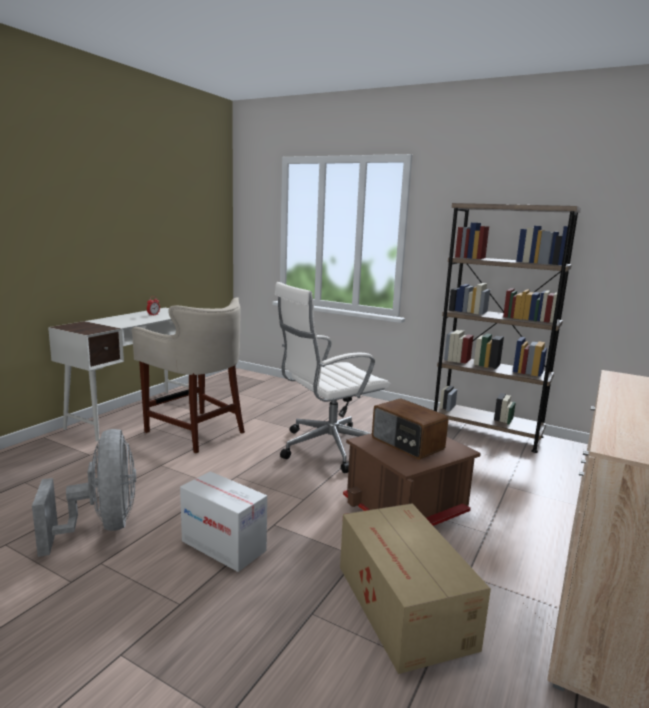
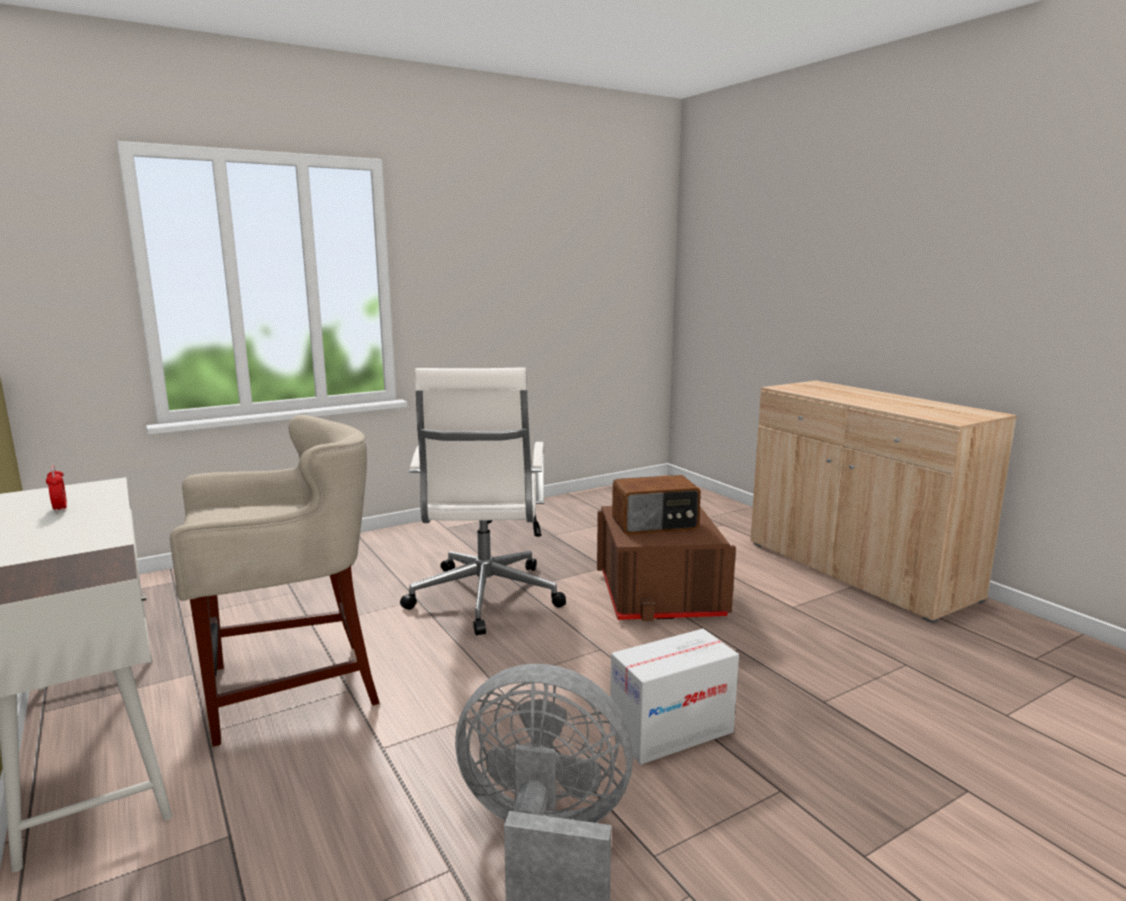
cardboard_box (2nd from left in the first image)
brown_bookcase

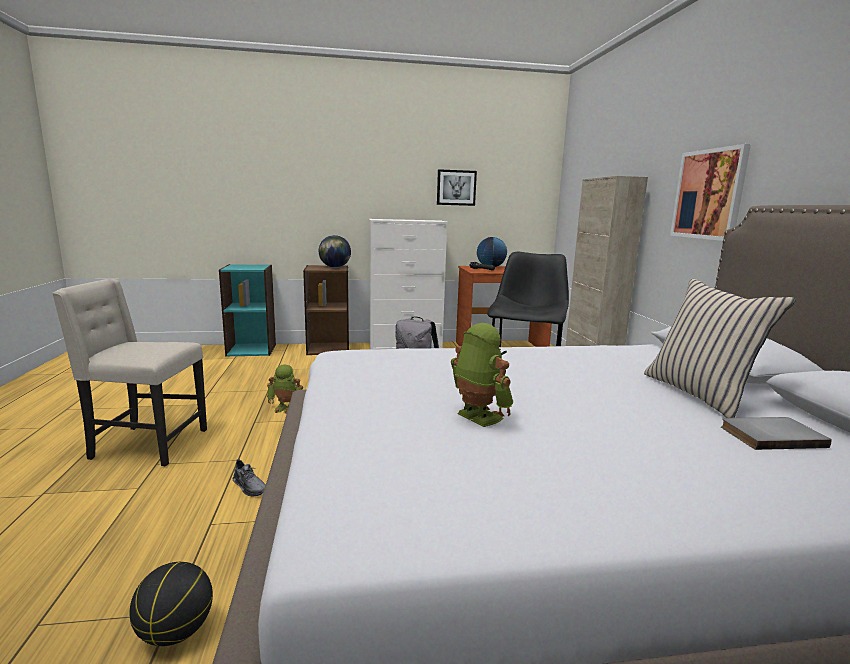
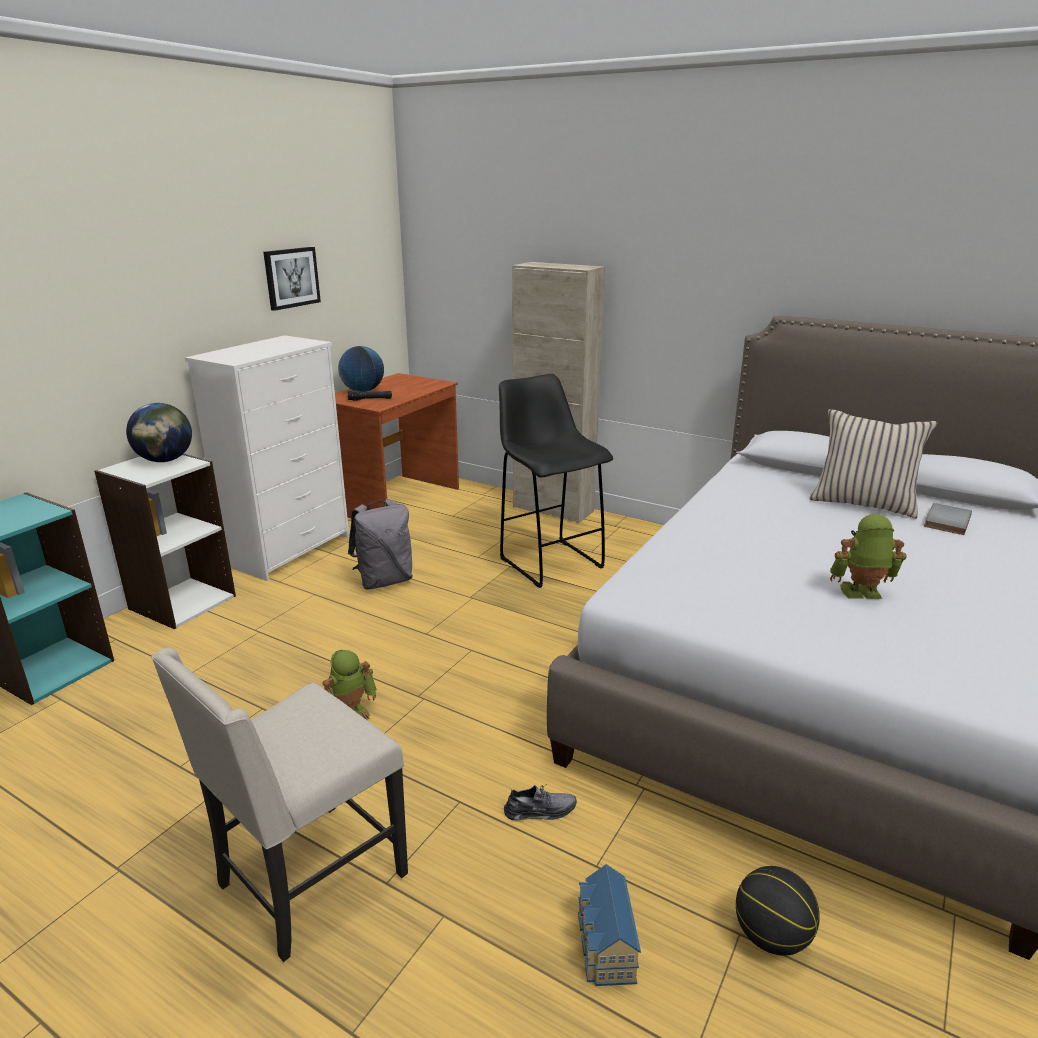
picture (2nd from left in the first image)
toy_house
white_bookcase

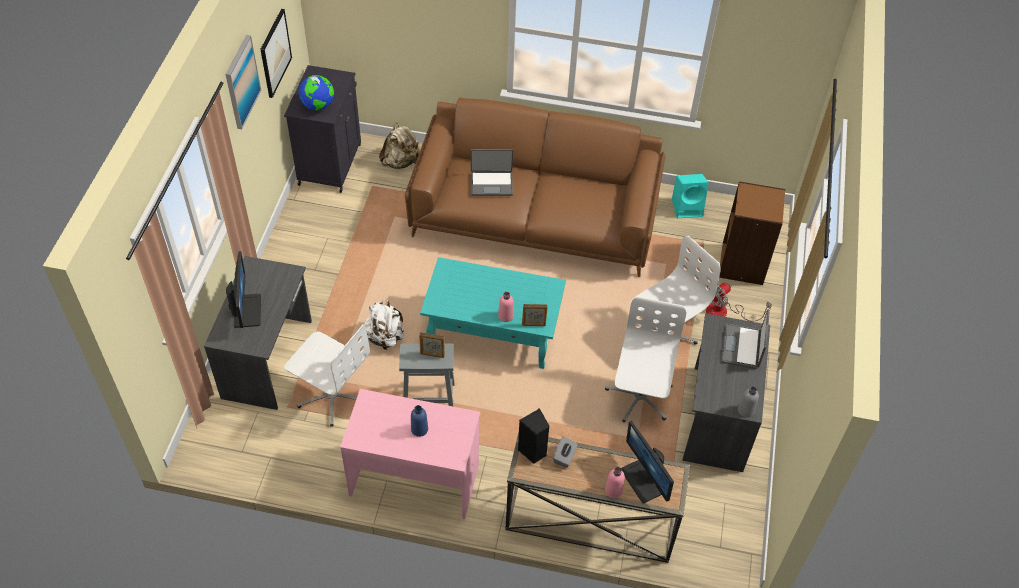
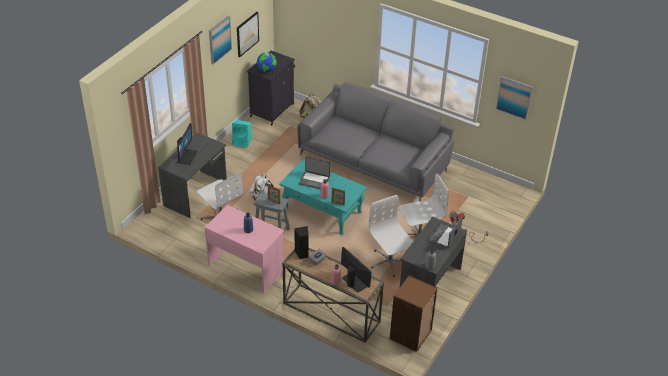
picture (3rd from left)
laptop (1st from left)
turquoise_speaker
brown_bookcase
grey_sofa
white_office_chair (2nd from left)
monitor (2nd from left)

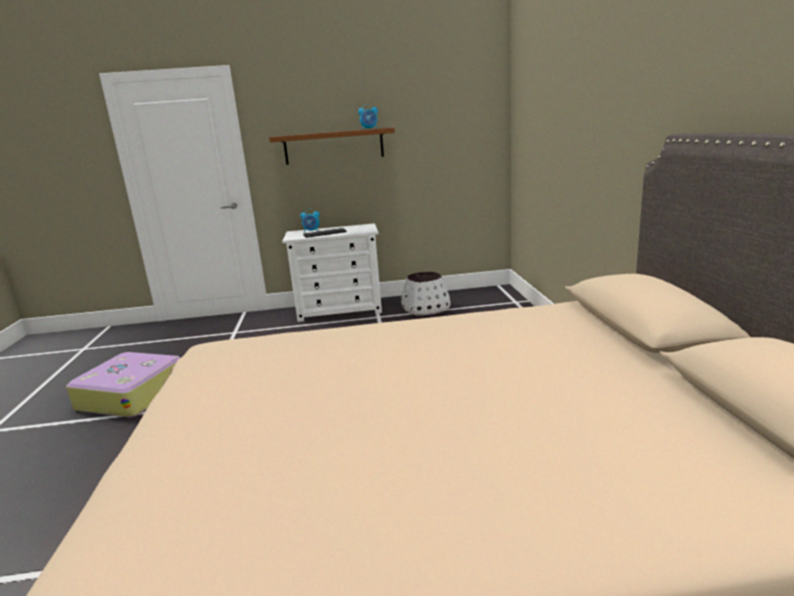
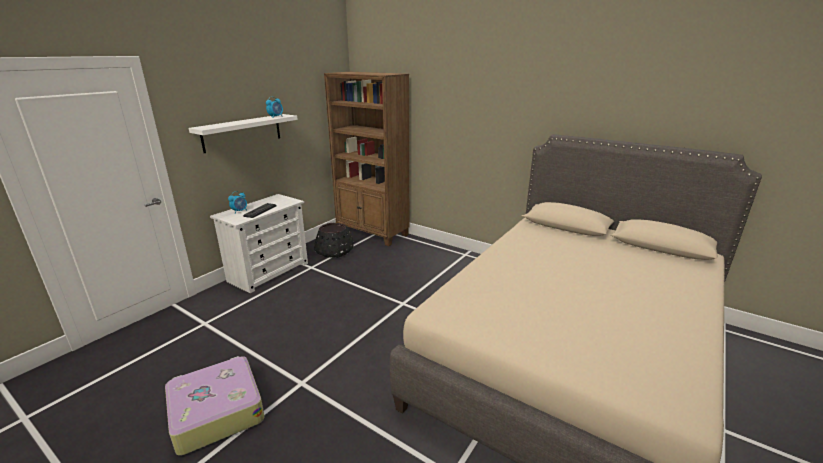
brown_bookcase
white_shelf
black_planter

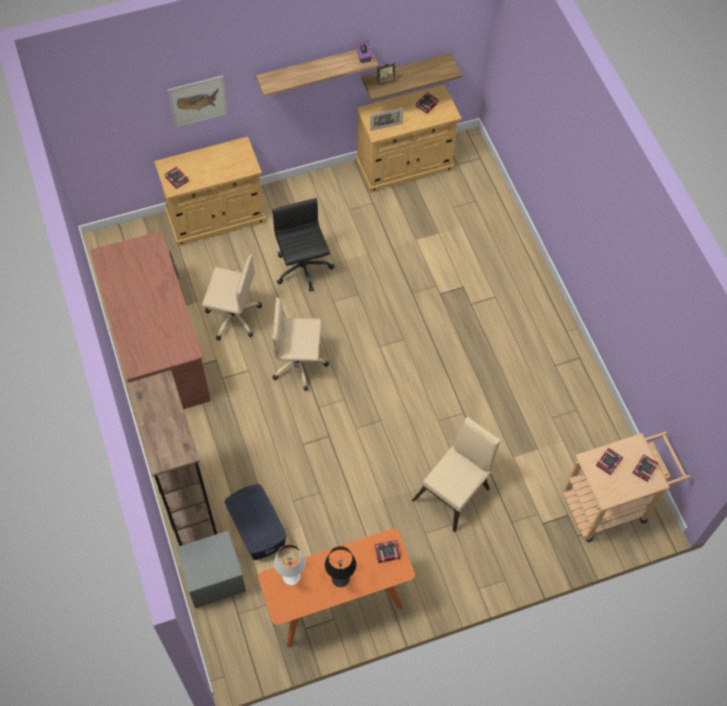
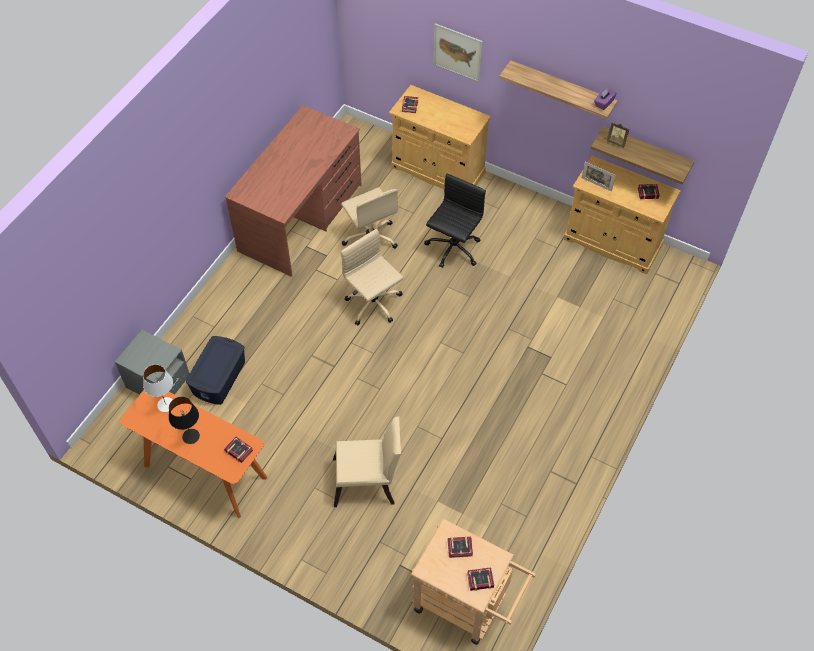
brown_bookcase

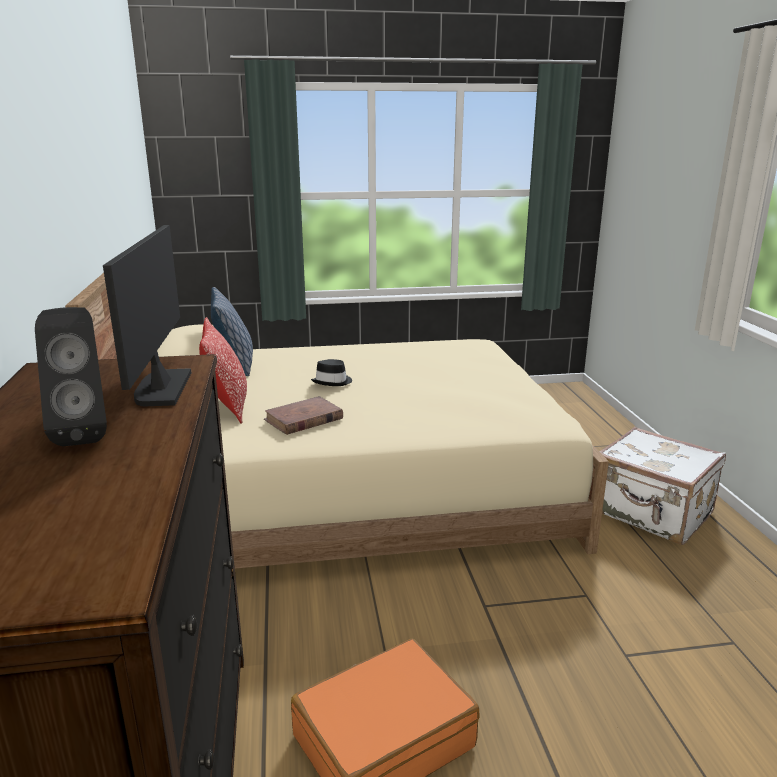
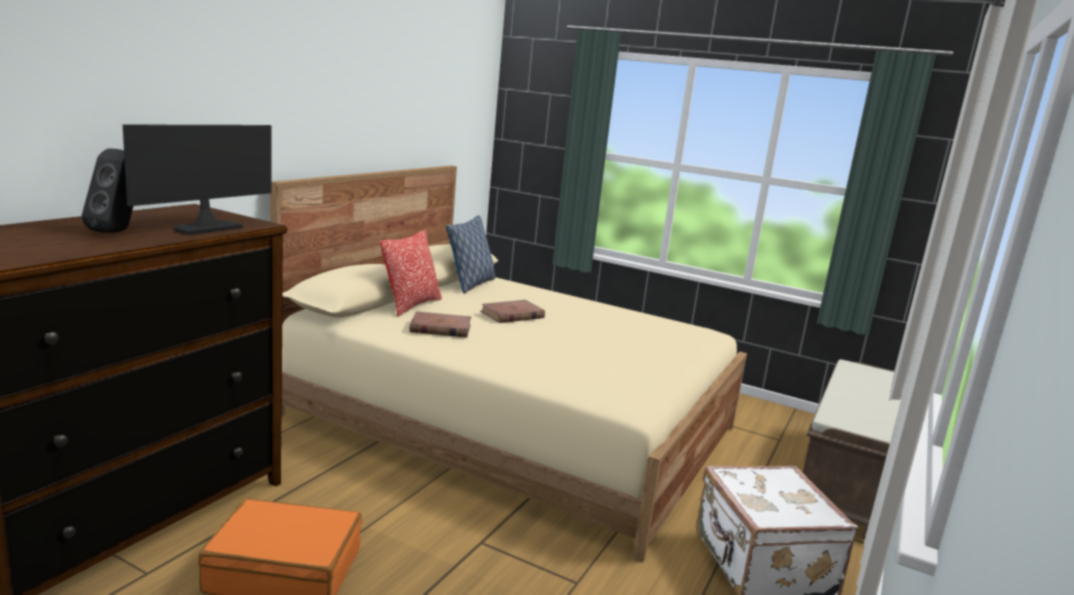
brown_bench
brown_book (2nd from left)

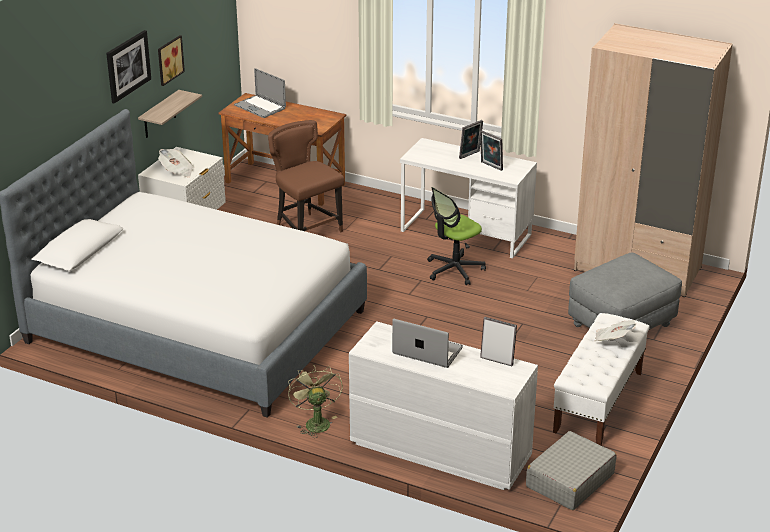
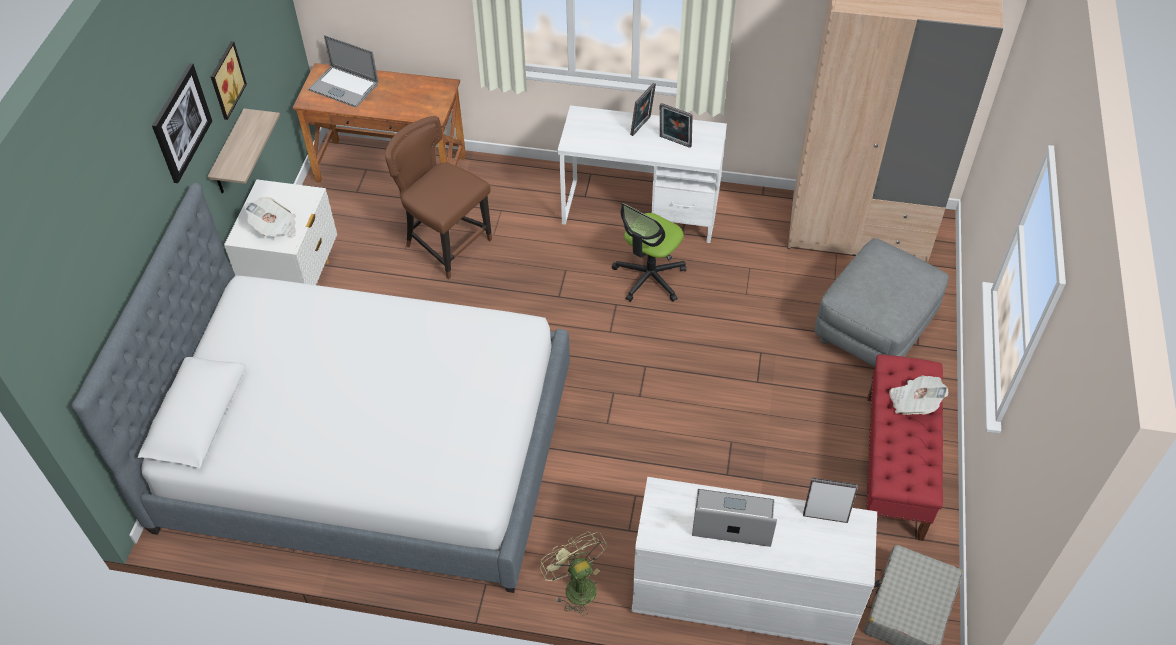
red_bench

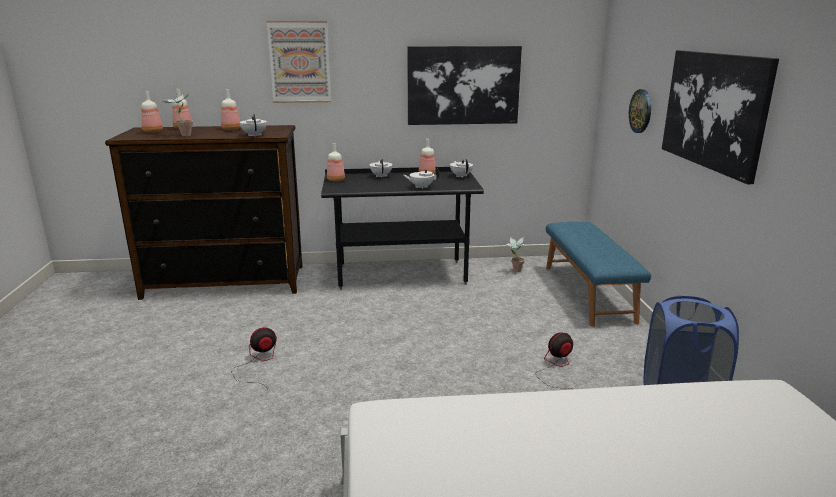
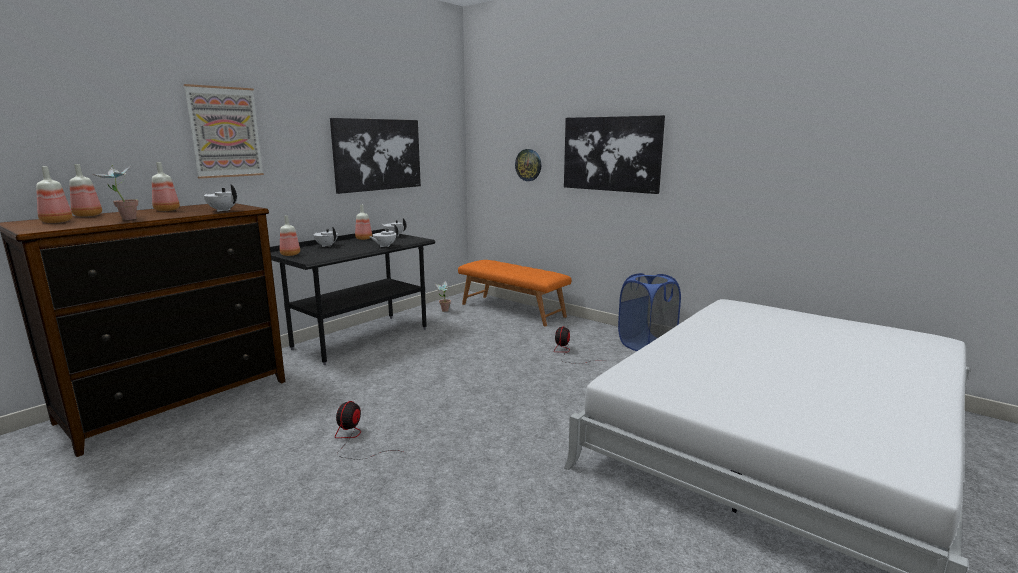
orange_bench

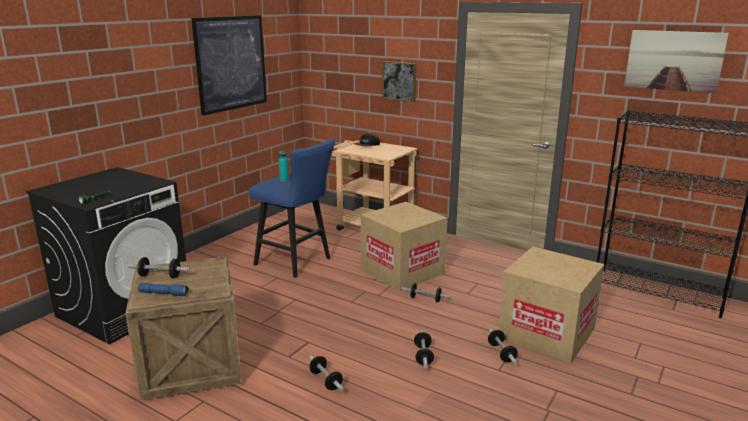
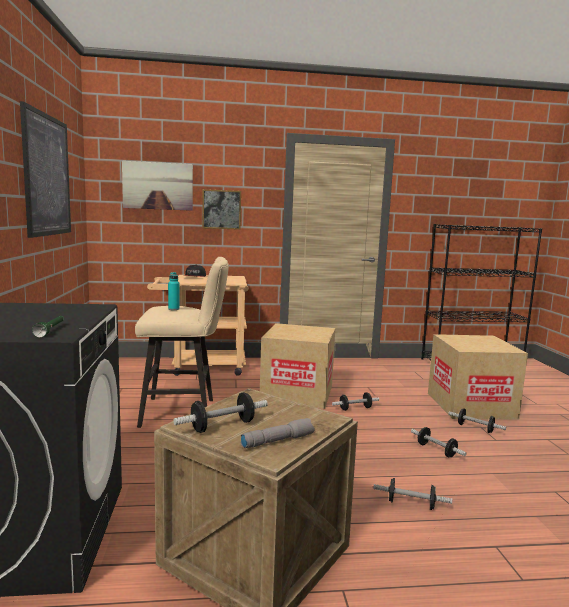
picture (2nd from left)
grey_flashlight
beige_stool

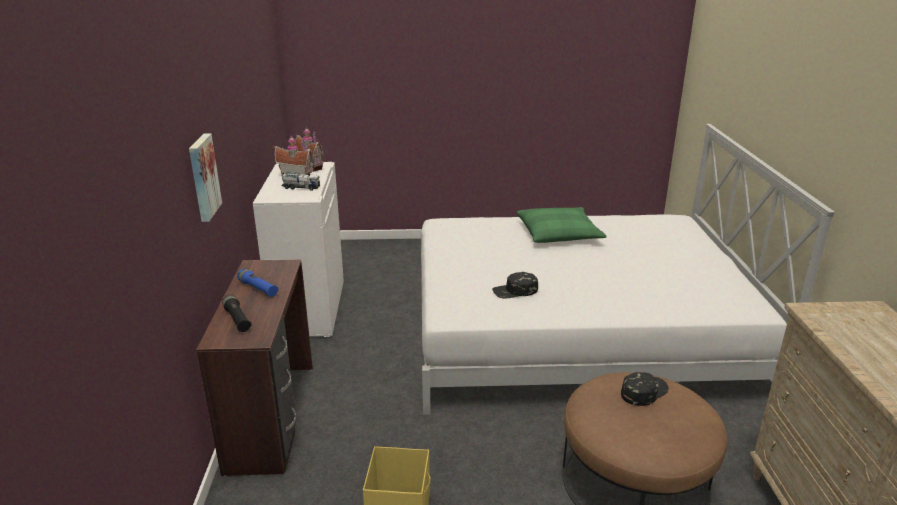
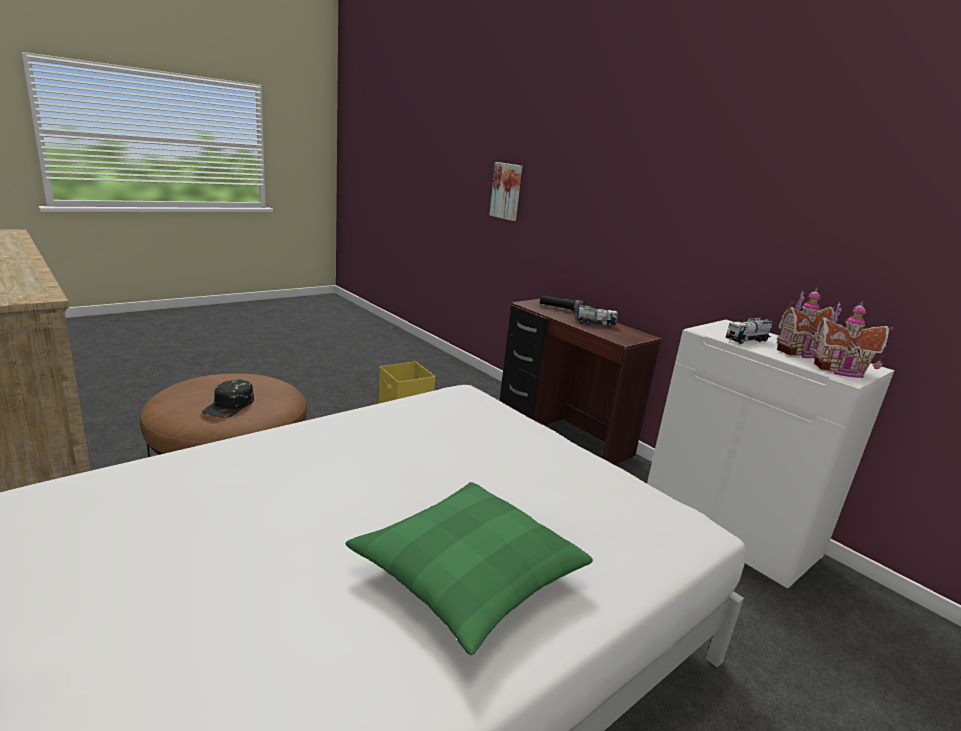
black_cap (1st from left in the first image)
picture
toy_truck (1st from left)

